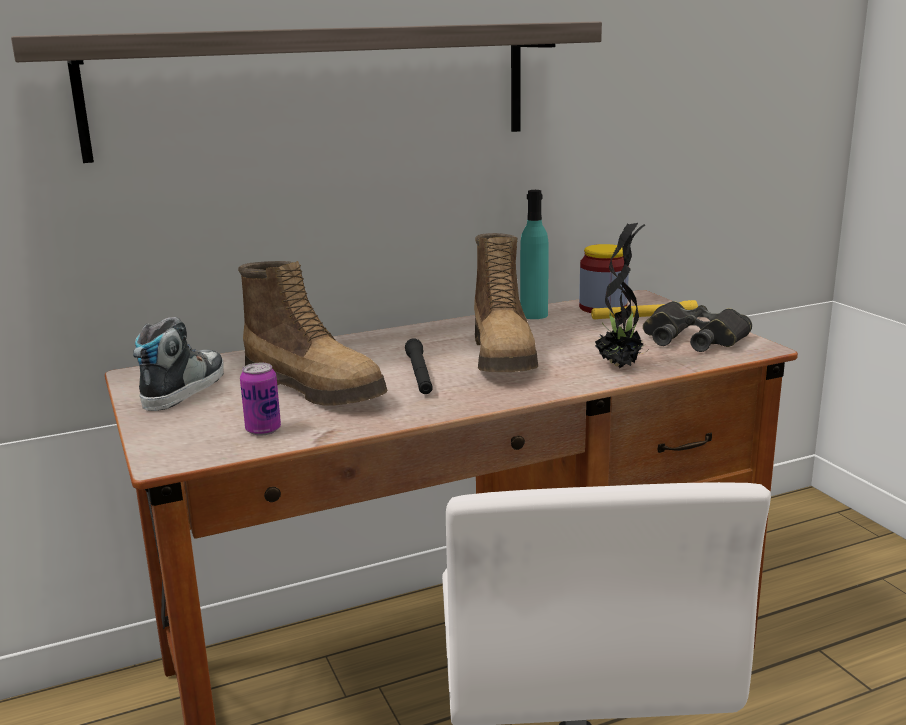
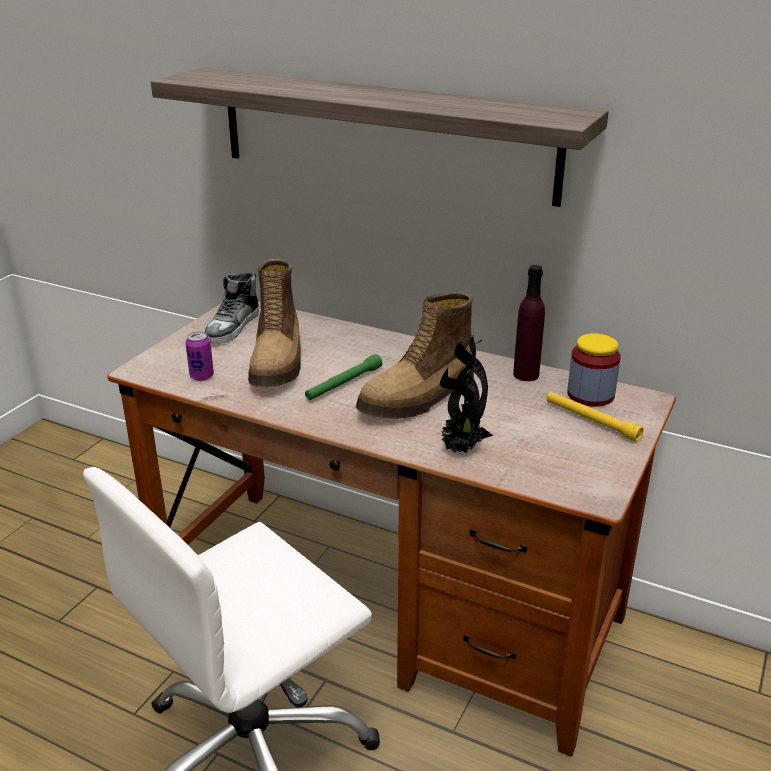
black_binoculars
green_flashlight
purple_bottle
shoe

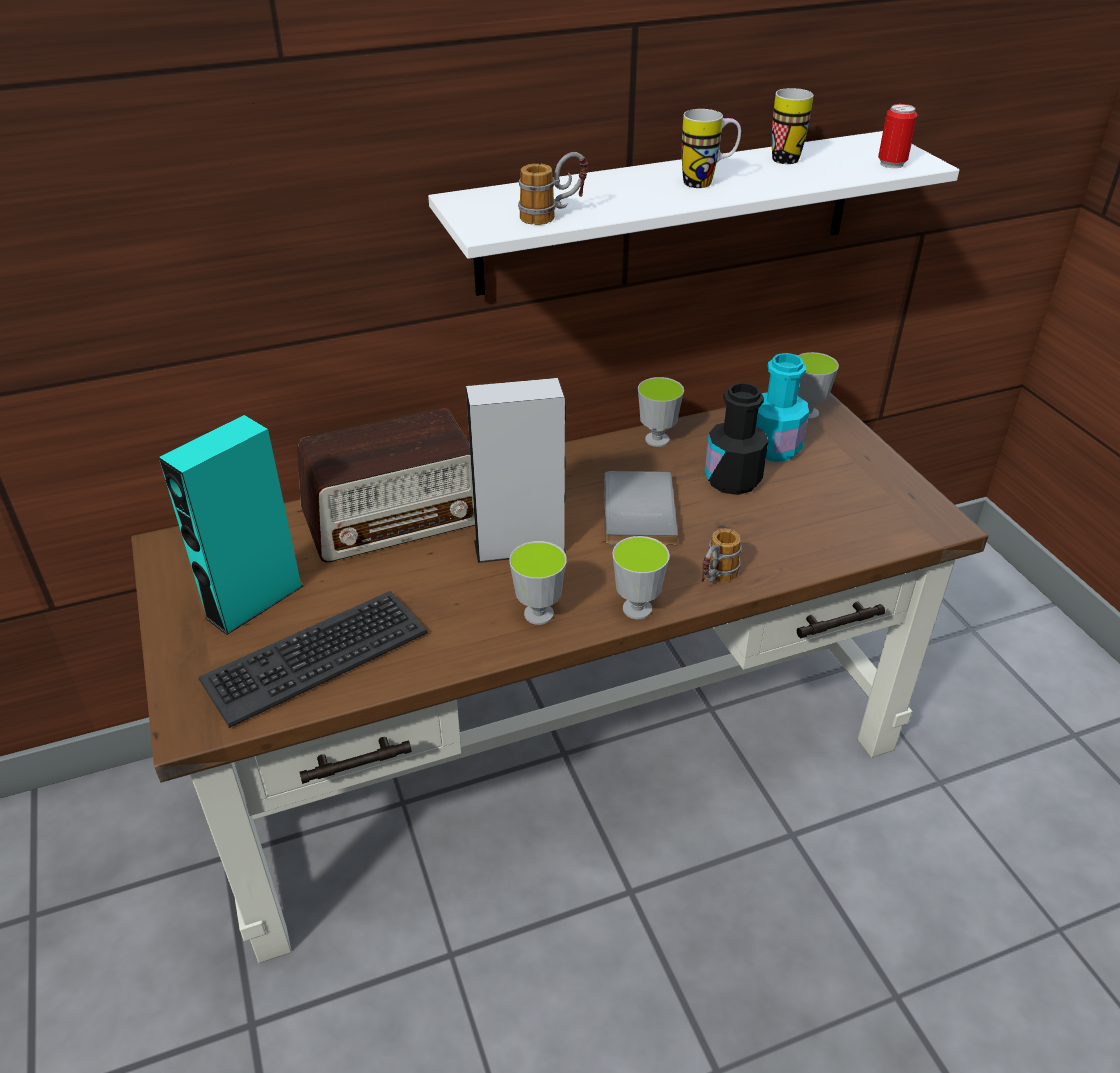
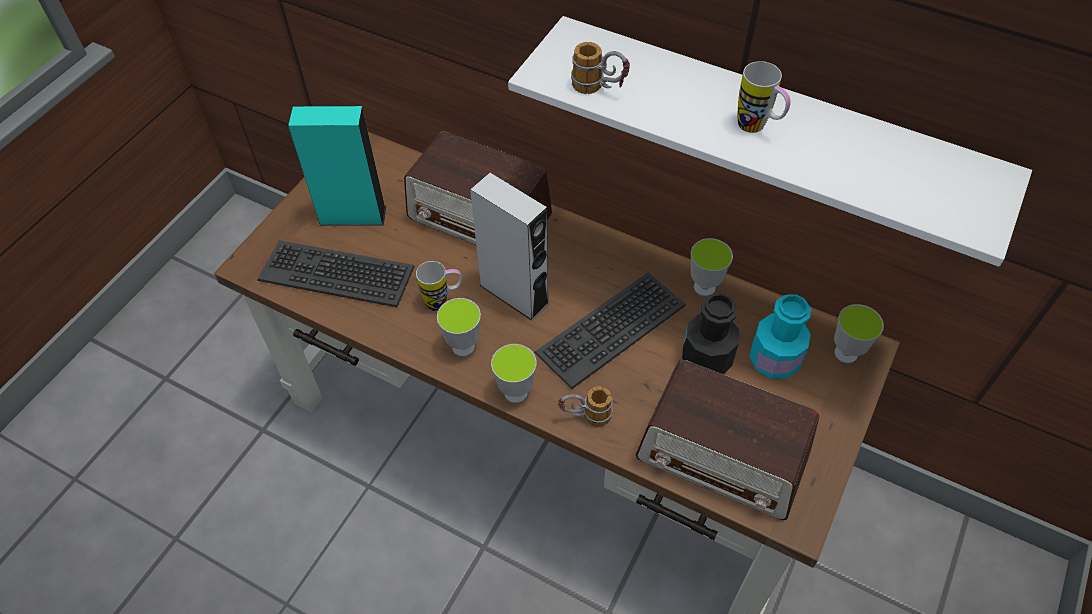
can
radio (2nd from left)
mug (1st from left)
keyboard (2nd from left)

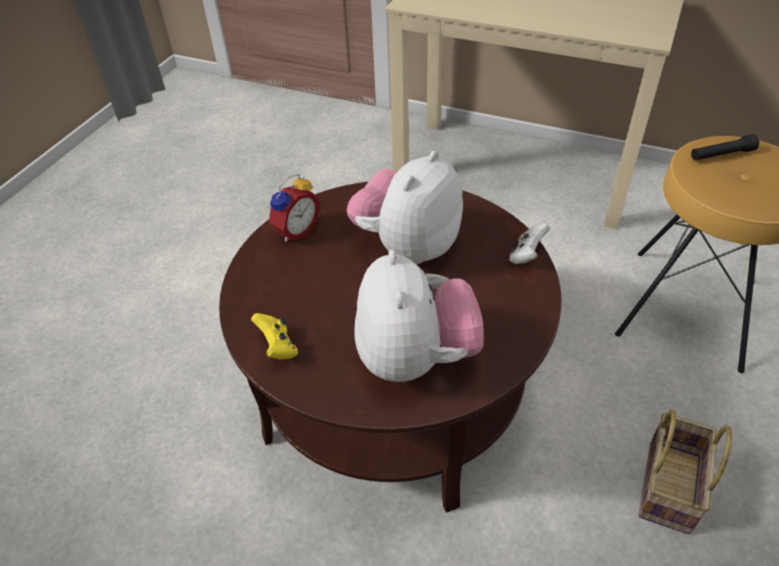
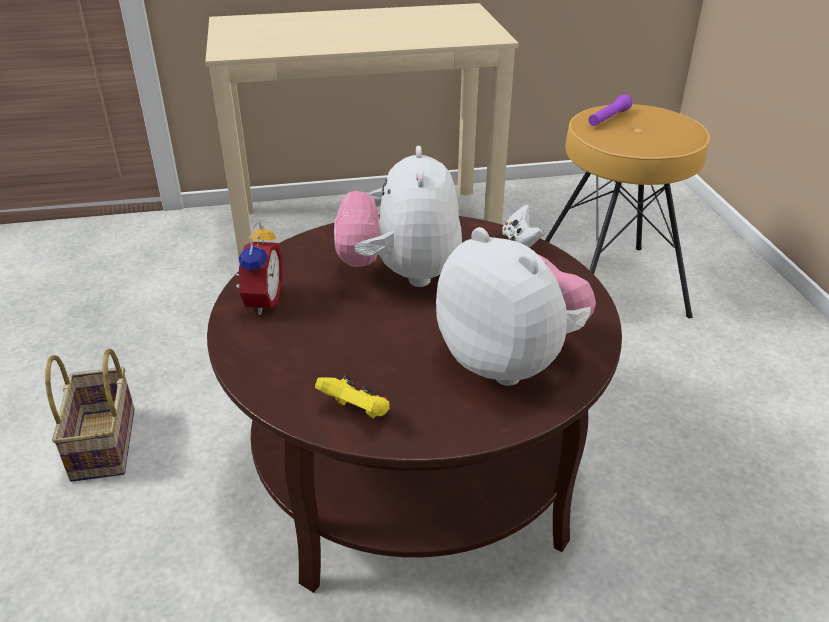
basket
purple_flashlight

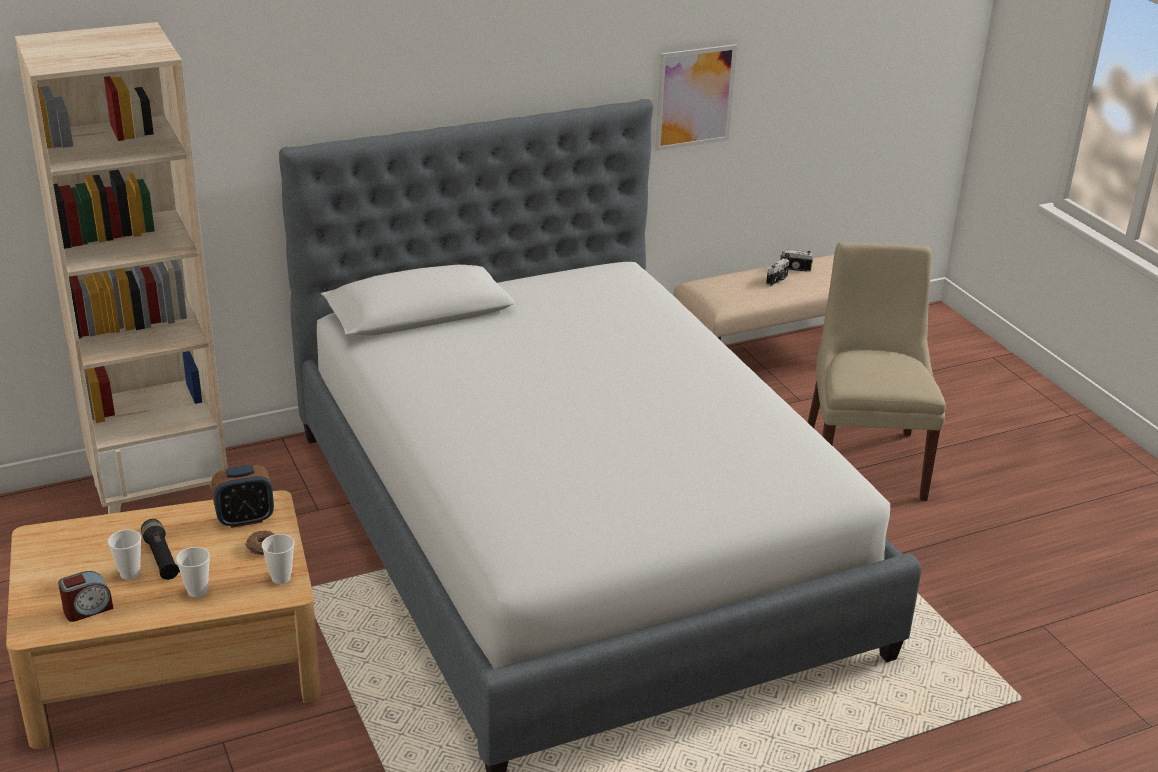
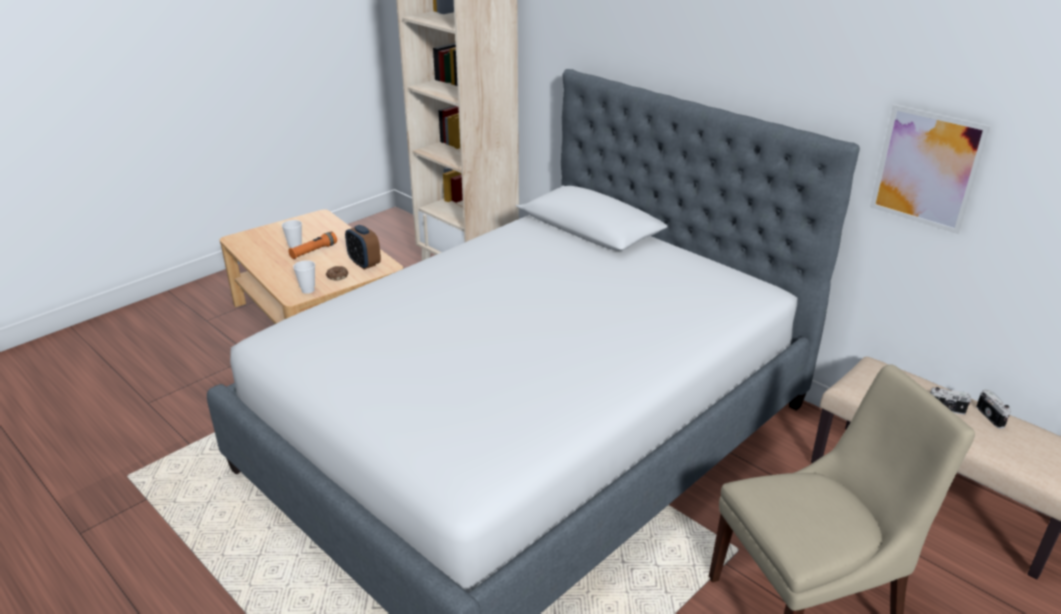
alarm_clock (1st from left in the first image)
cup (2nd from left in the first image)
orange_flashlight

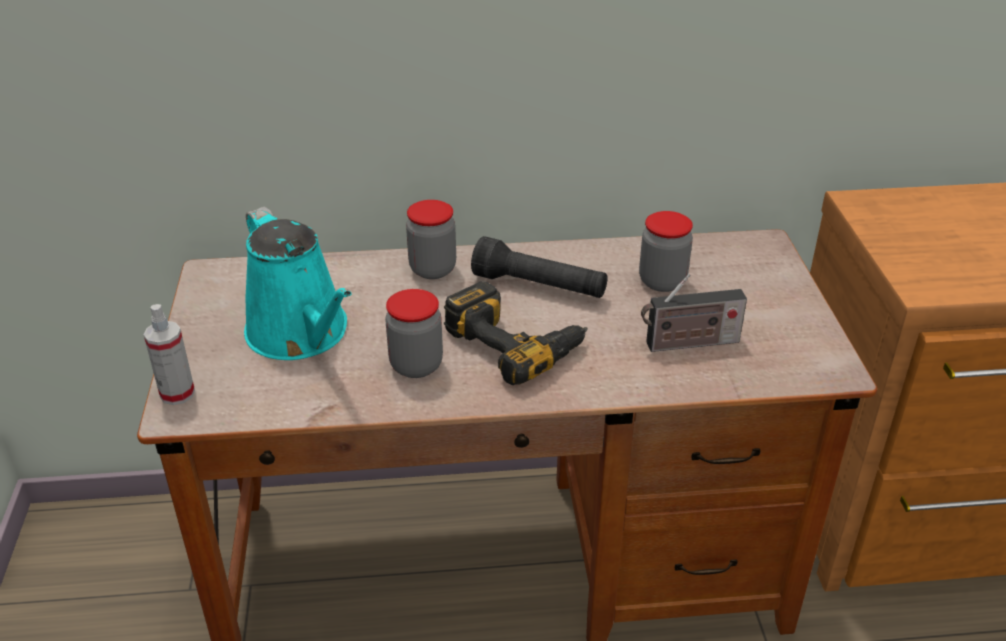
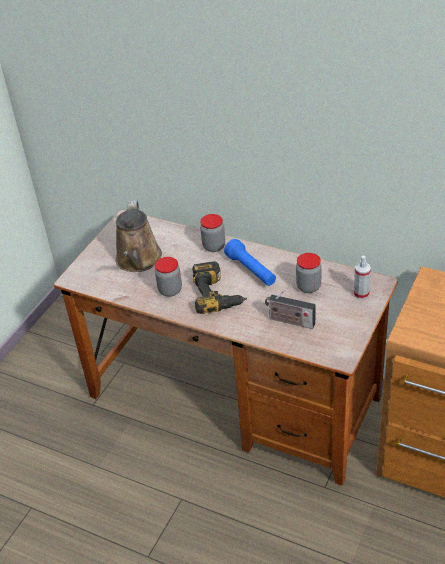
spray_bottle
brown_watering_can
blue_flashlight

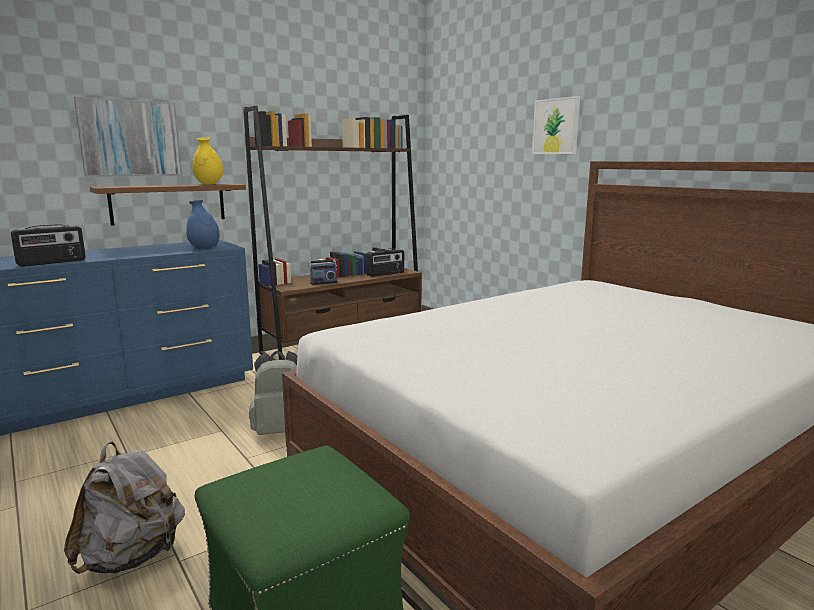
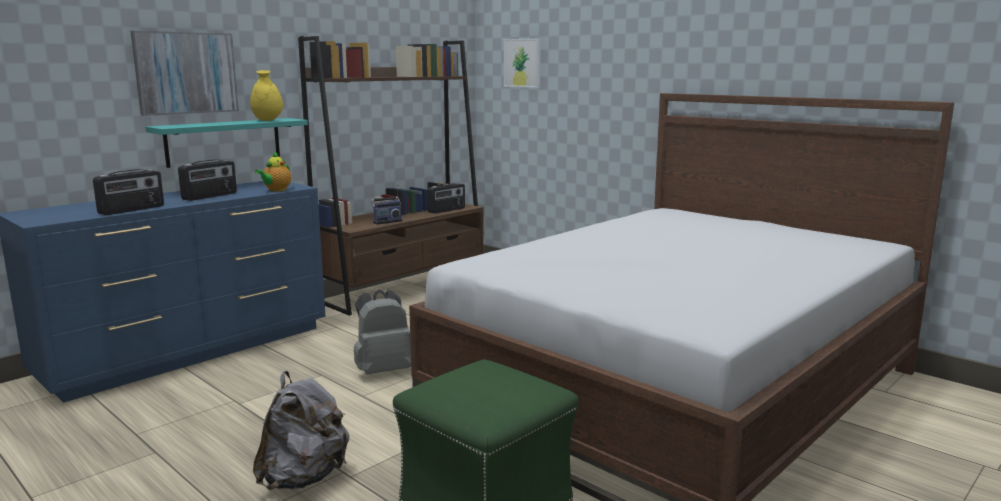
radio (2nd from left)
picture (2nd from left)
teapot
turquoise_shelf

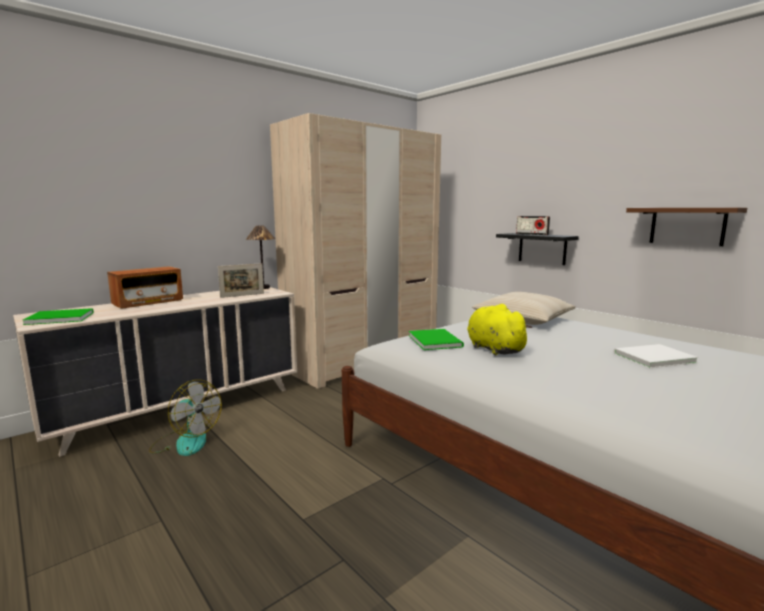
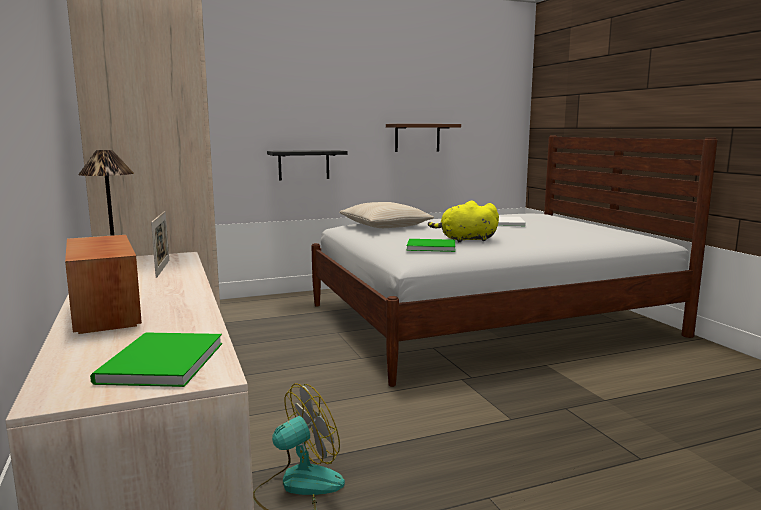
radio (2nd from left in the first image)

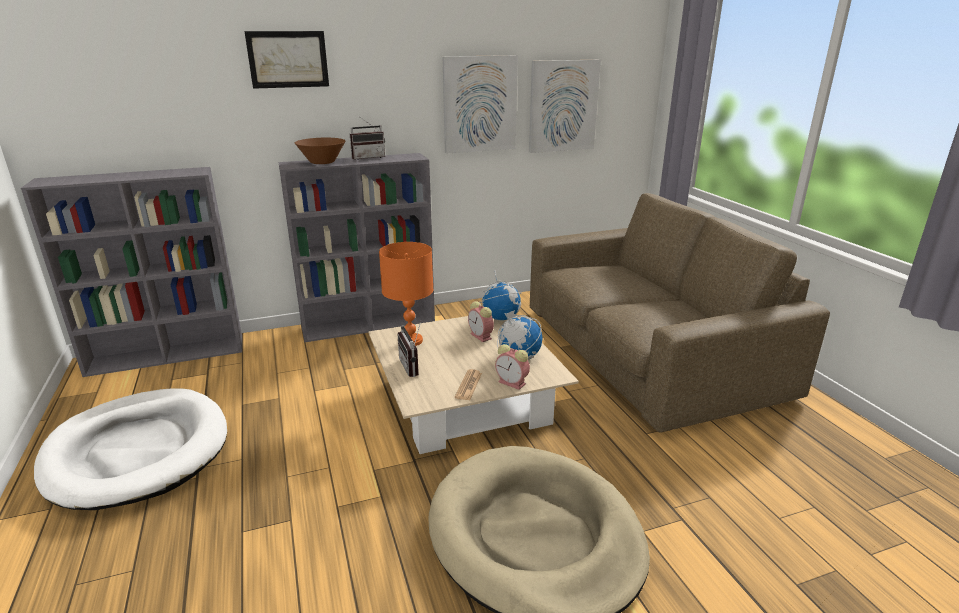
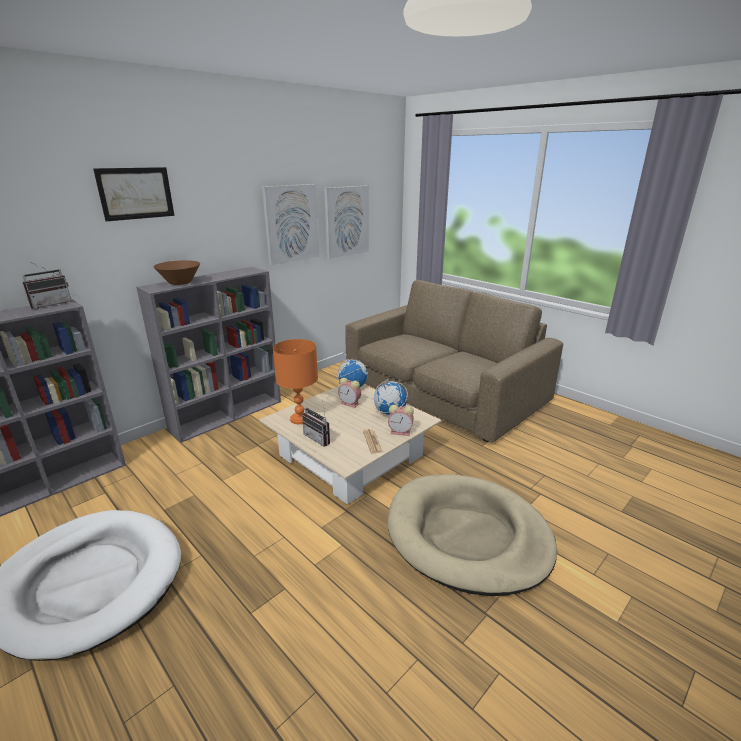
radio (1st from left)

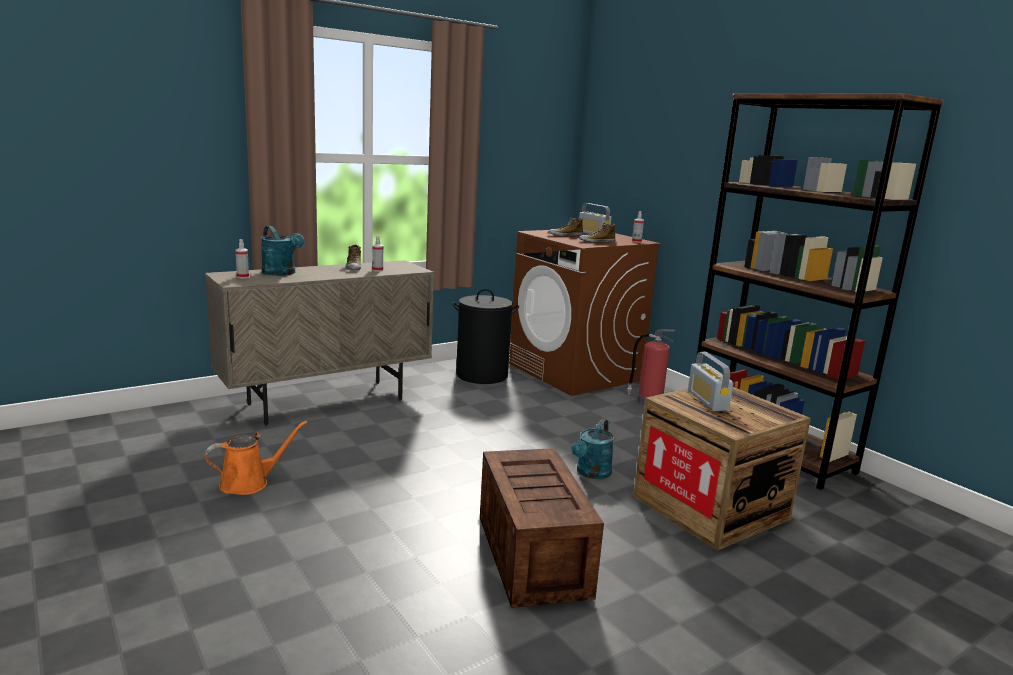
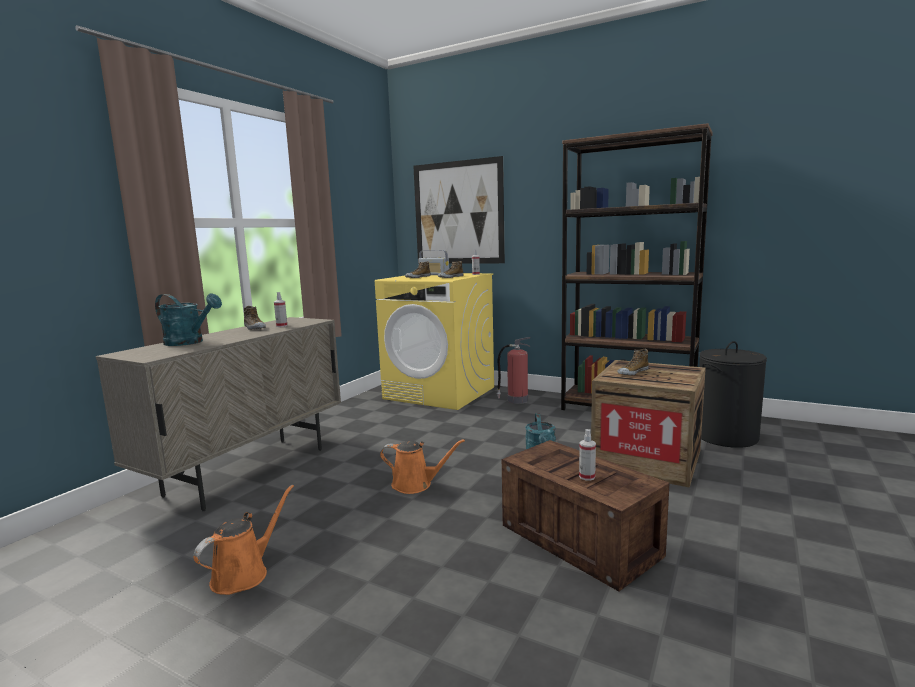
orange_watering_can (2nd from left)
picture
spray_bottle (3rd from left)
black_laundry_basket
shoe (4th from left)
yellow_washing_machine

